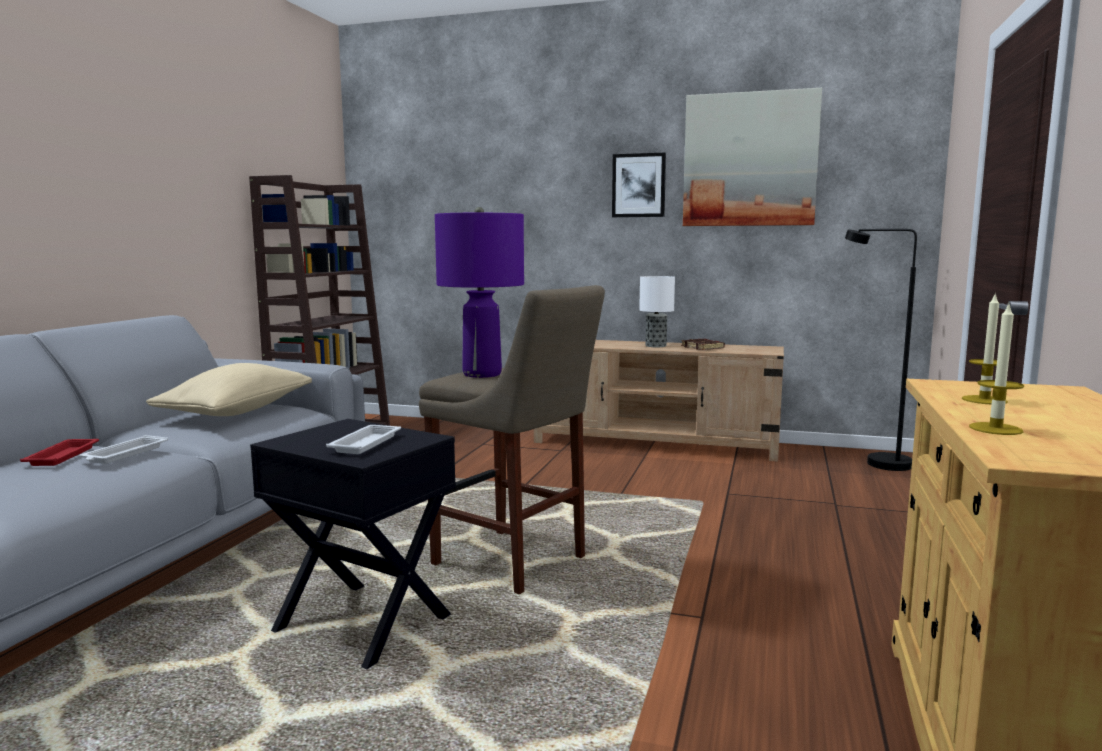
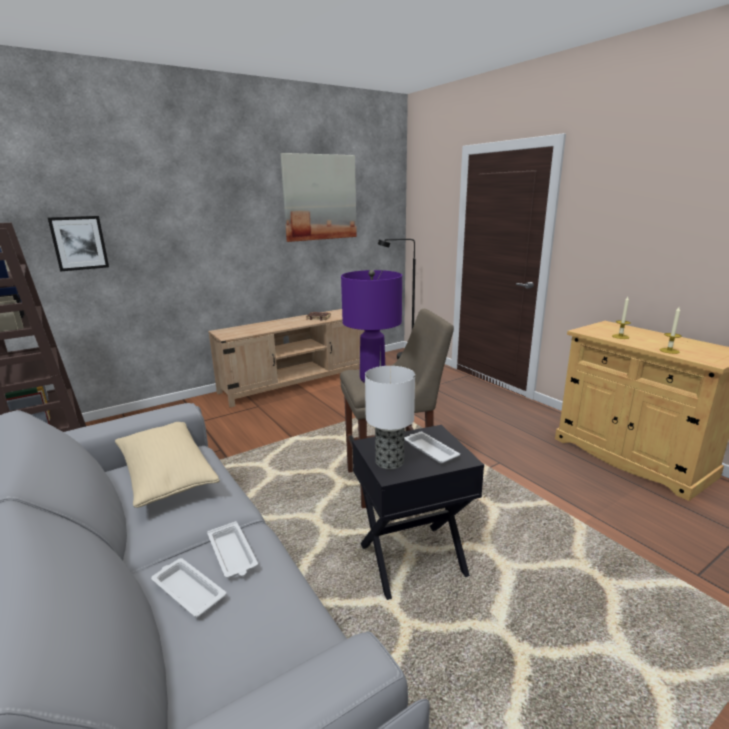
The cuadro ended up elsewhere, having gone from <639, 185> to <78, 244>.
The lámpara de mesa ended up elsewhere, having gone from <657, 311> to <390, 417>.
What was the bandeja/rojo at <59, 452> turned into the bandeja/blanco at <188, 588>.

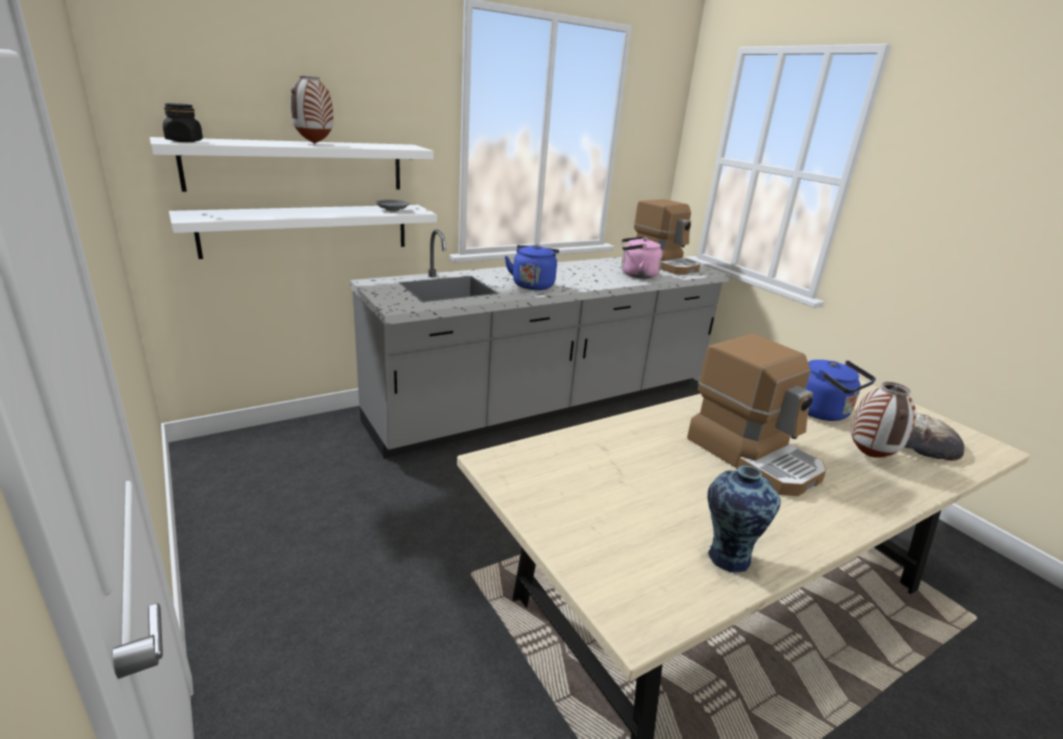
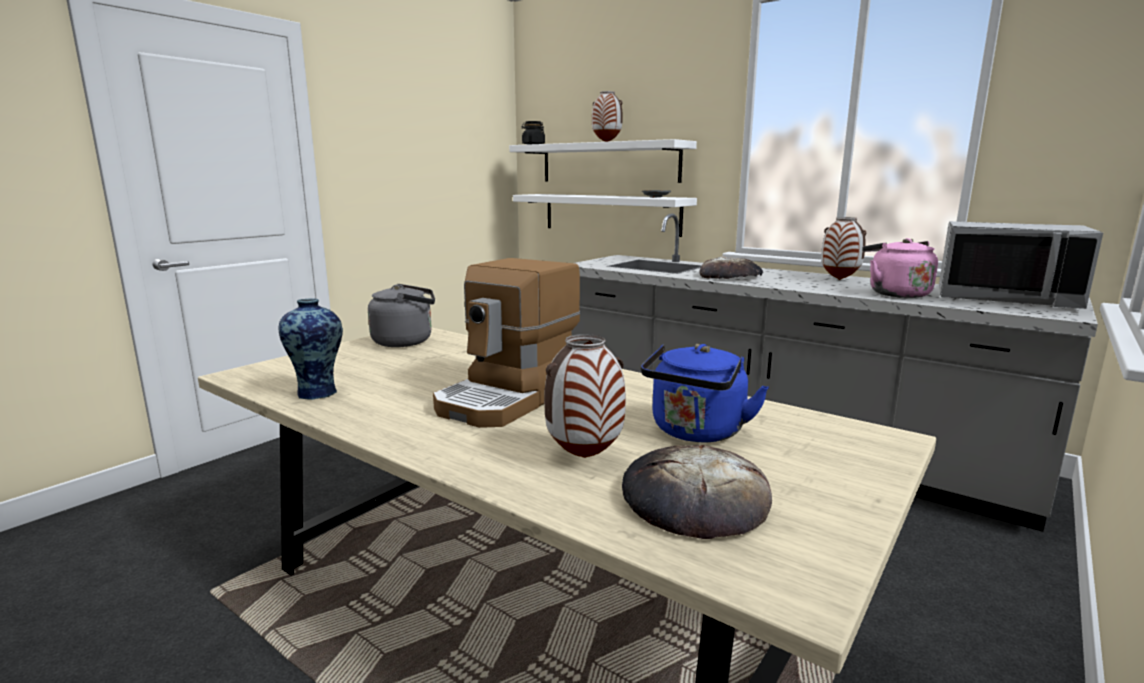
Where the cafetera stood at <667, 237>, the microondas/gris came to stand at <1021, 265>.
Where the hervidor/azul stood at <532, 267>, the pan came to stand at <731, 267>.
The second view gained the florero at <844, 248>.
The second view gained the hervidor/gris at <401, 315>.

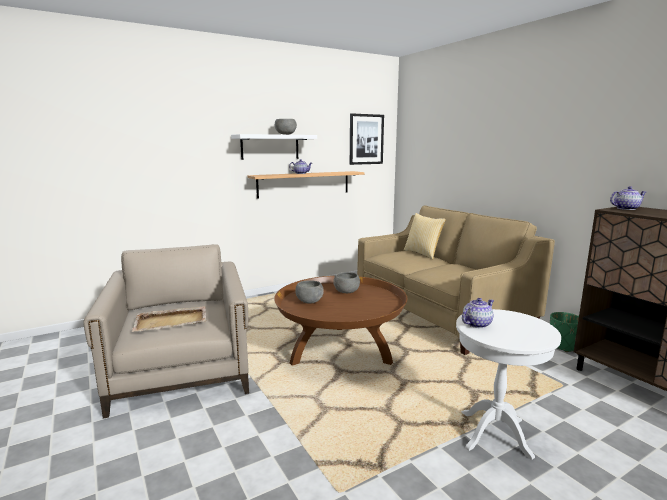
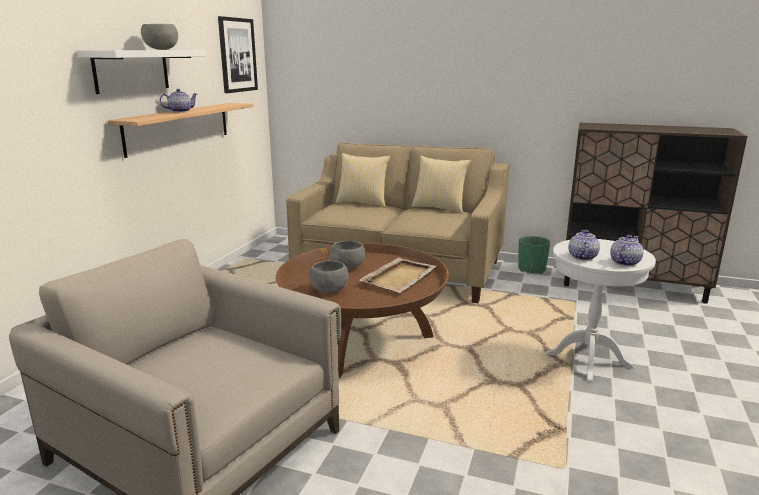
The tetera ended up elsewhere, having gone from <628, 198> to <626, 250>.
The bandeja/beis ended up elsewhere, having gone from <168, 319> to <398, 275>.
The second view gained the cojín at <441, 185>.

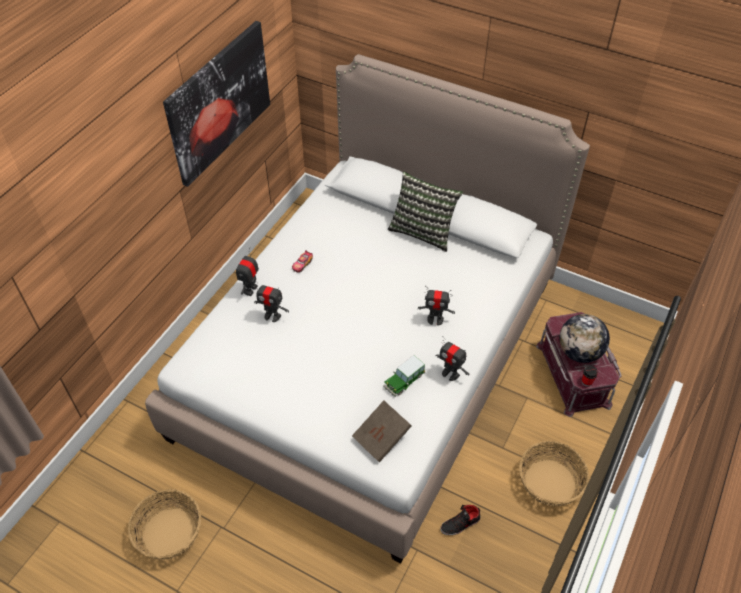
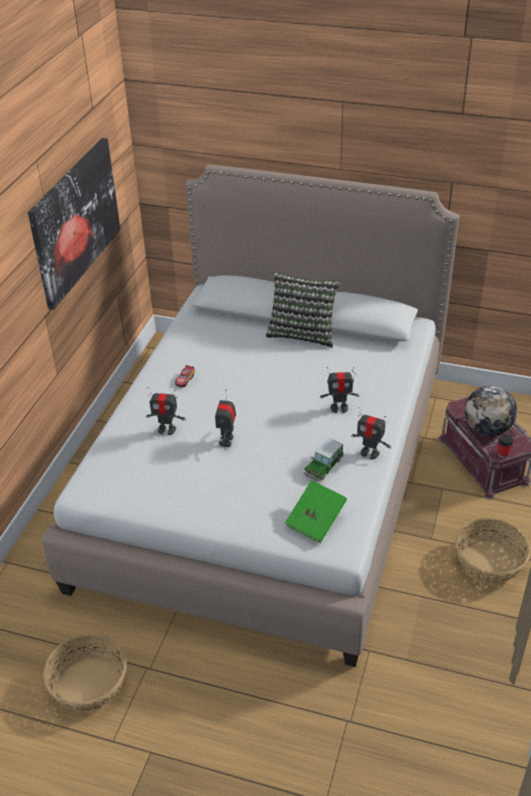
The robot de juguete ended up elsewhere, having gone from <247, 275> to <225, 418>.
What was the libro/marrón at <382, 431> turned into the libro/verde at <316, 511>.
The second view lost the zapato/negro at <460, 520>.

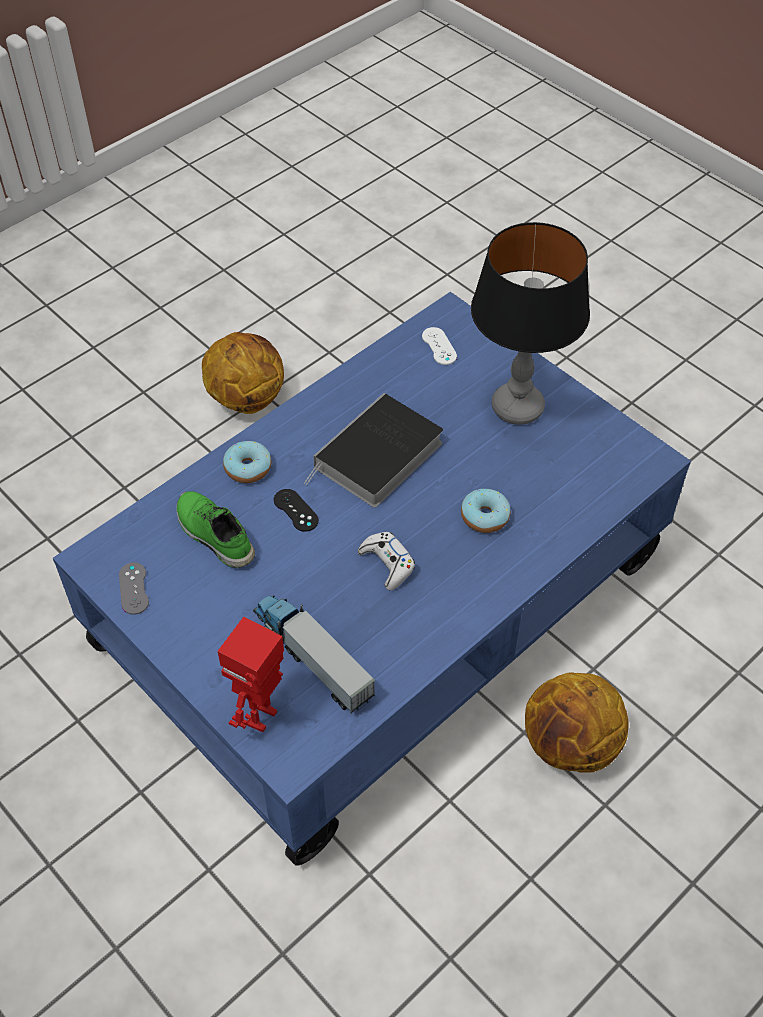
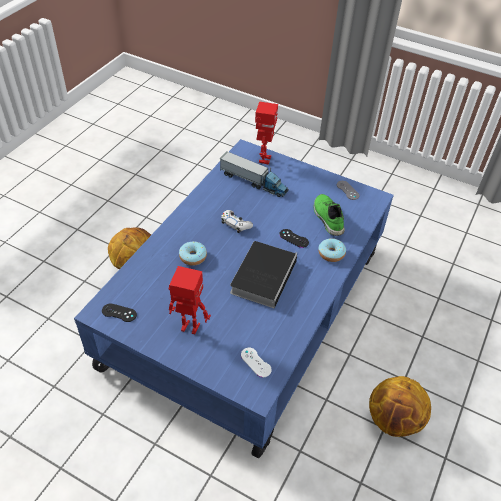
Where the lámpara de mesa stood at <530, 323>, the robot de juguete came to stand at <190, 300>.
The zapato/verde at <215, 529> ended up facing another way, 135 degrees counterclockwise from before.
The second view gained the mando de consola/negro at <119, 312>.

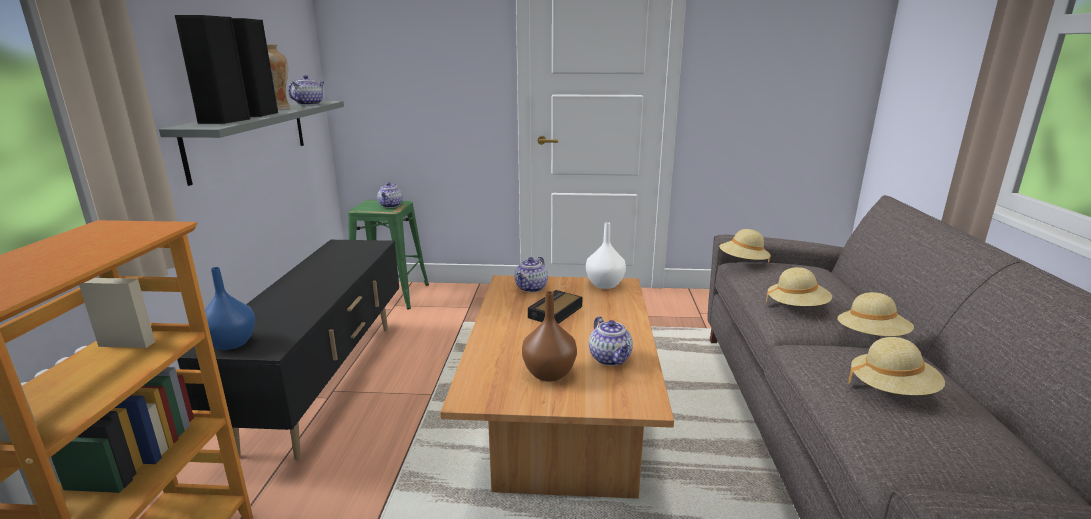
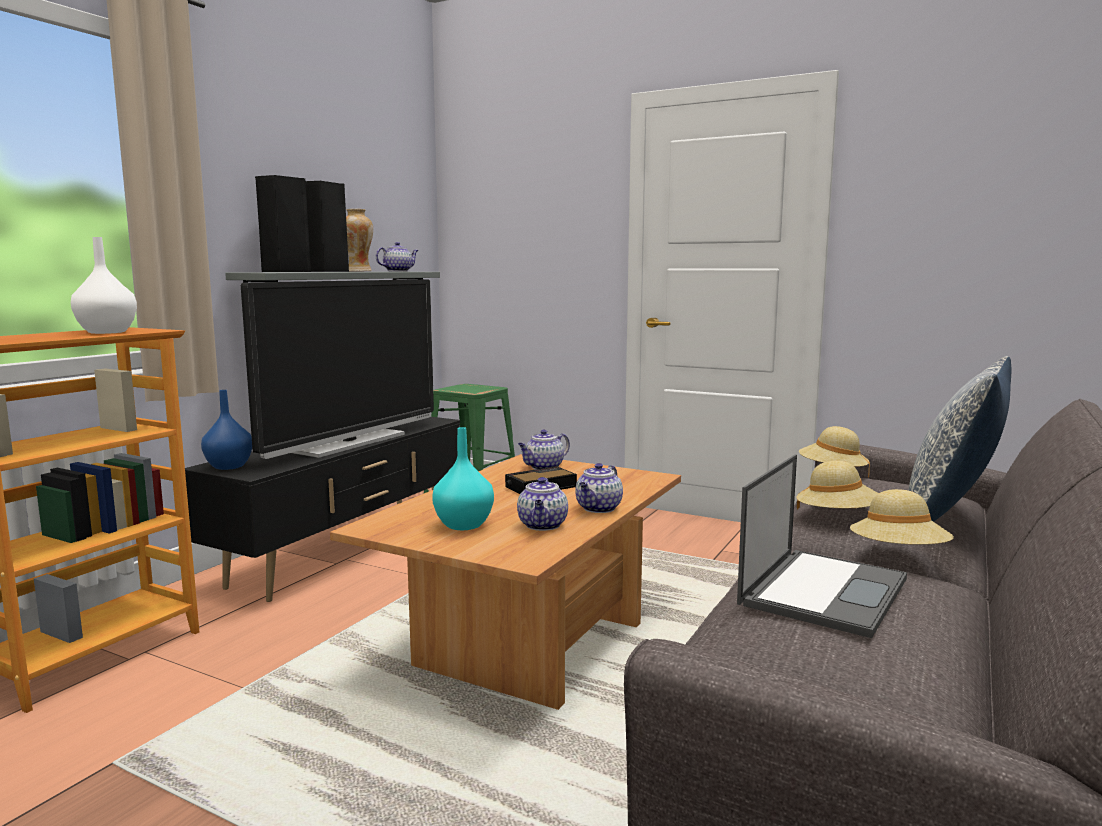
The tetera ended up elsewhere, having gone from <390, 195> to <599, 488>.
The florero/blanco ended up elsewhere, having gone from <606, 255> to <104, 285>.
What was the florero/marrón at <549, 336> turned into the florero/turquesa at <463, 478>.
Where the sombrero/beis stood at <896, 366>, the portátil came to stand at <822, 546>.
The second view gained the televisor at <337, 369>.
The second view gained the cojín at <960, 439>.

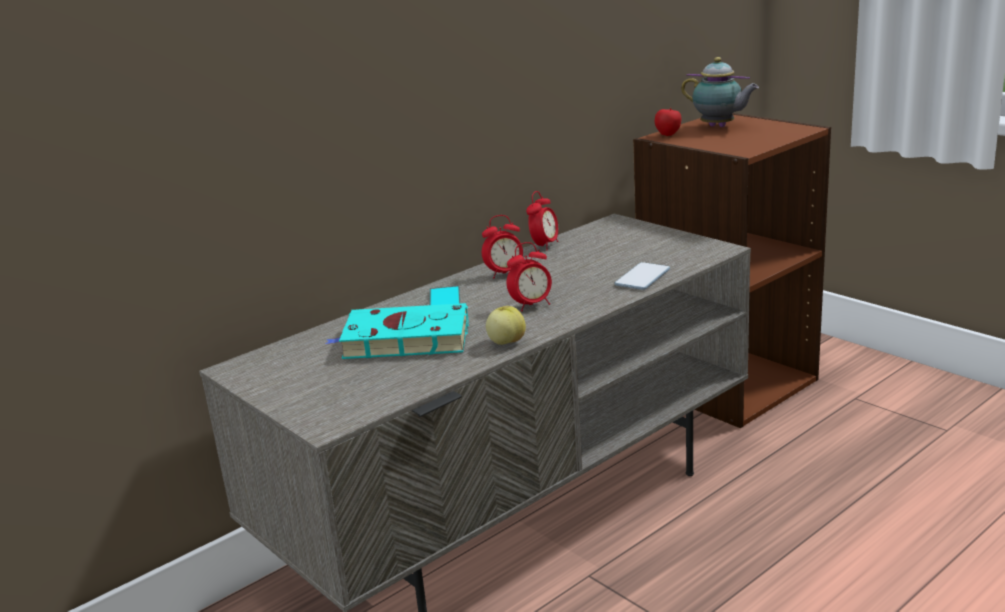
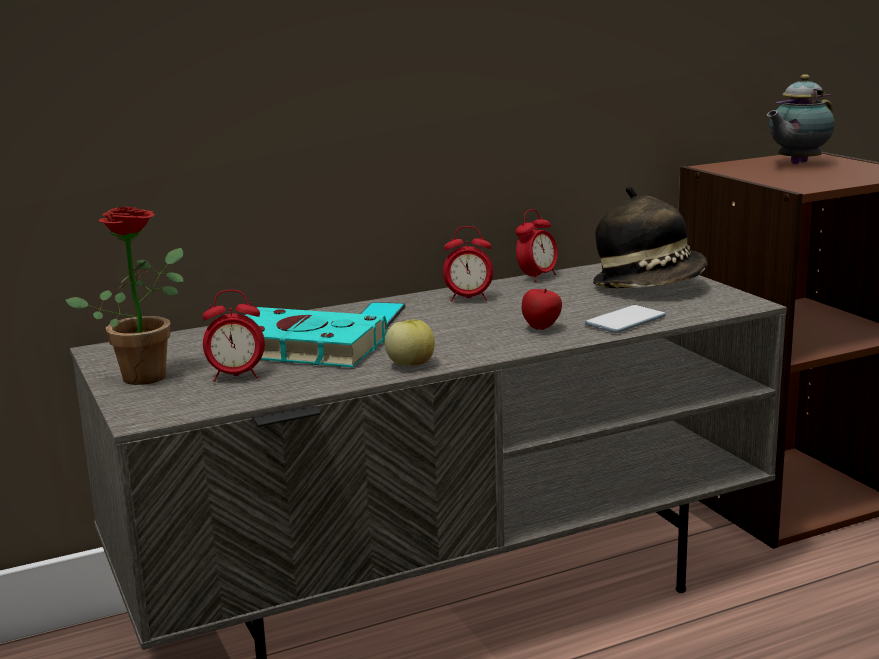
The tetera at <720, 92> ended up facing another way, 90 degrees clockwise from before.
The manzana ended up elsewhere, having gone from <668, 122> to <542, 309>.
The despertador ended up elsewhere, having gone from <529, 276> to <233, 336>.
The second view gained the sombrero at <650, 237>.
The second view gained the planta en maceta at <124, 296>.

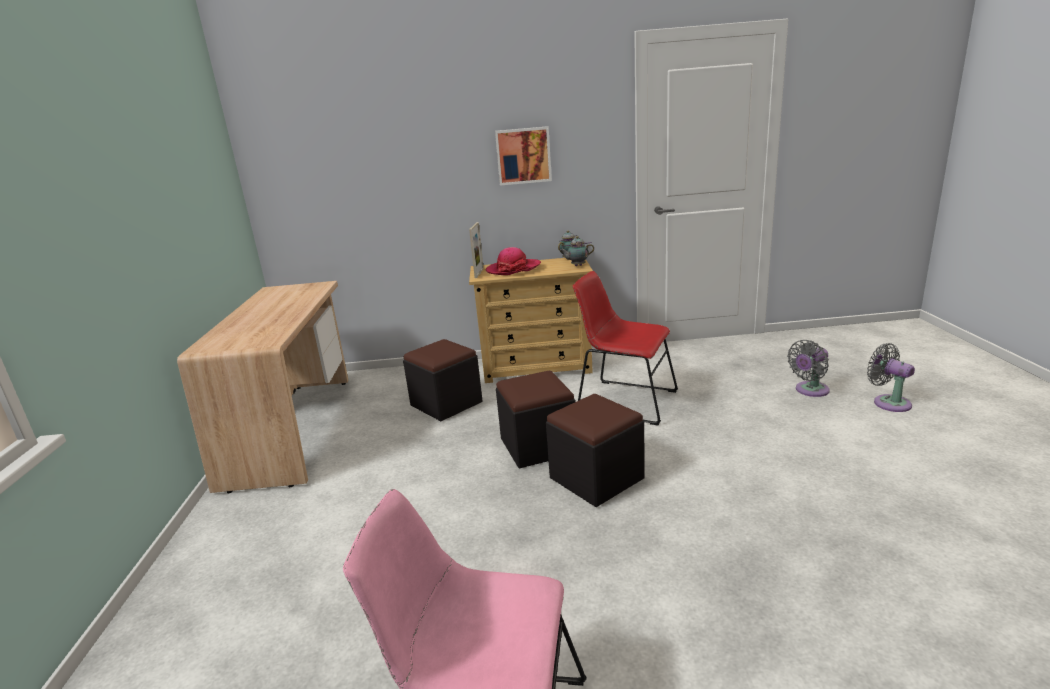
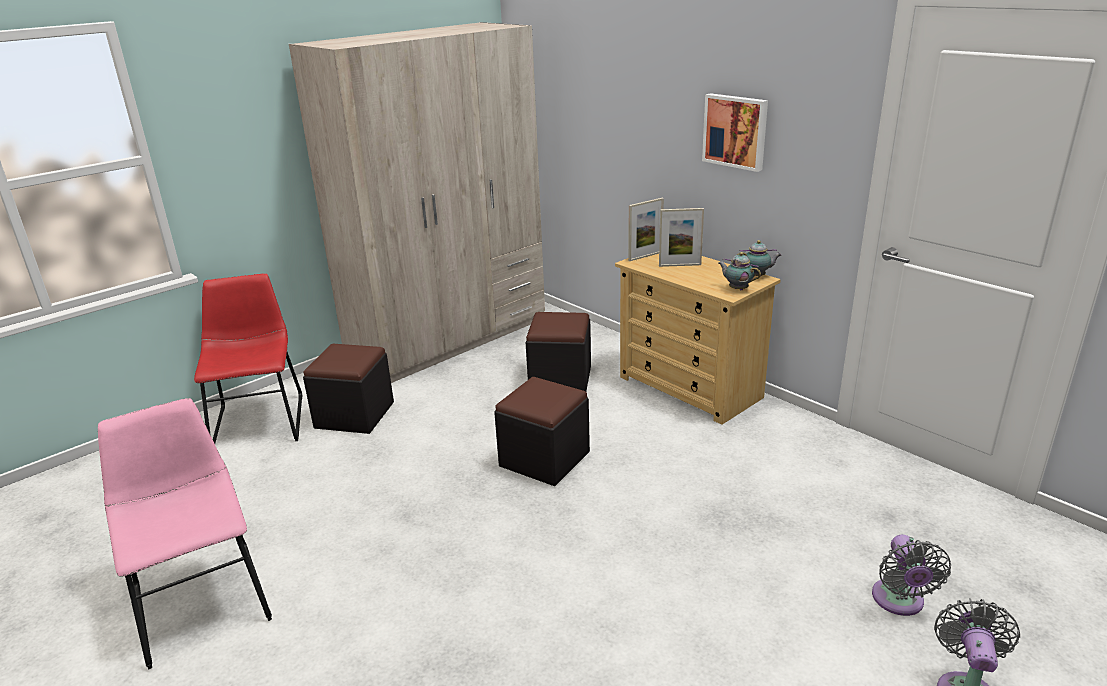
Where the sombrero stood at <513, 261>, the portarretratos came to stand at <681, 237>.
The silla/rojo ended up elsewhere, having gone from <625, 348> to <248, 358>.
Where the escritorio/beis stood at <263, 387>, the armario ropero/beis came to stand at <417, 202>.
The ventilador/gris at <808, 368> ended up facing another way, 105 degrees counterclockwise from before.
The puf/negro ended up elsewhere, having gone from <595, 450> to <348, 389>.

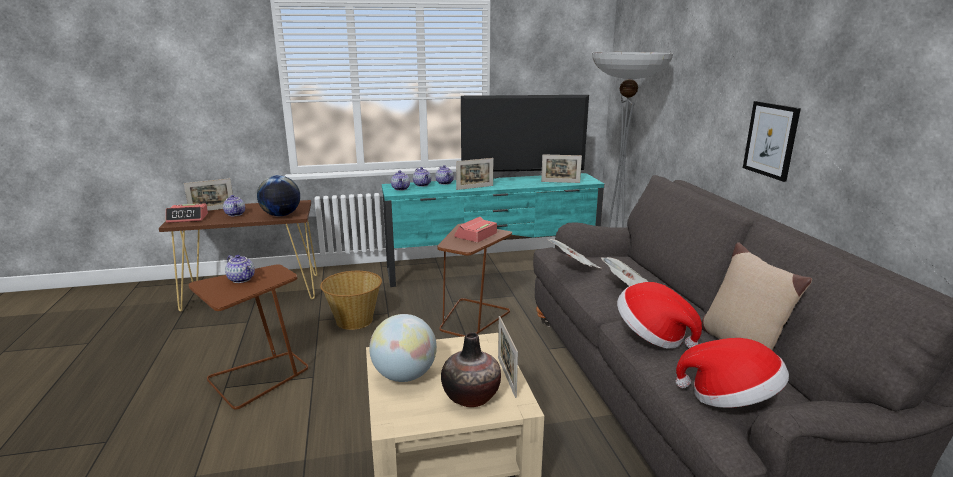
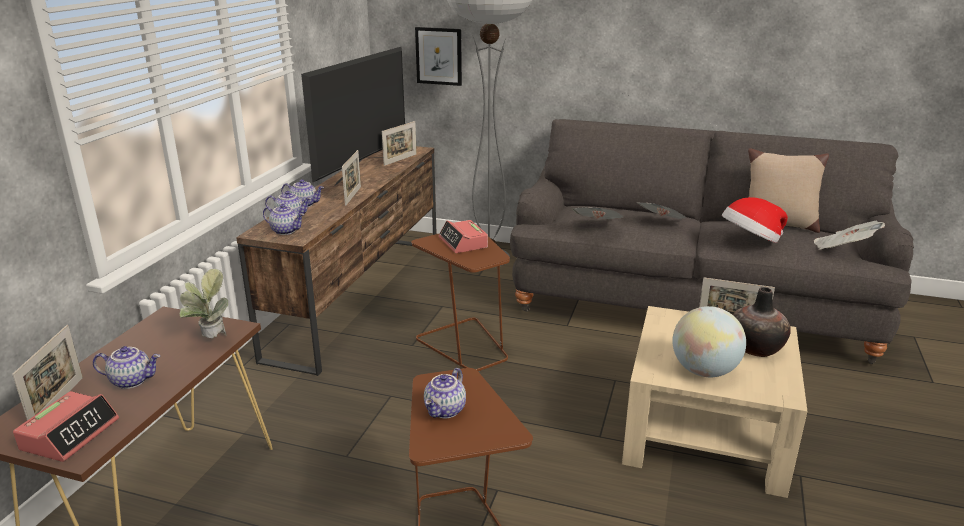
The cuadro ended up elsewhere, having gone from <772, 141> to <438, 56>.
What was the mueble de televisión/turquesa at <493, 230> turned into the mueble de televisión/marrón at <336, 261>.
Where the globo terráqueo stood at <278, 195>, the planta en maceta came to stand at <204, 303>.
The tetera at <240, 269> ended up facing another way, 135 degrees clockwise from before.
The second view lost the cesta at <351, 300>.
Where the sombrero stood at <732, 373>, the periódico came to stand at <849, 235>.

